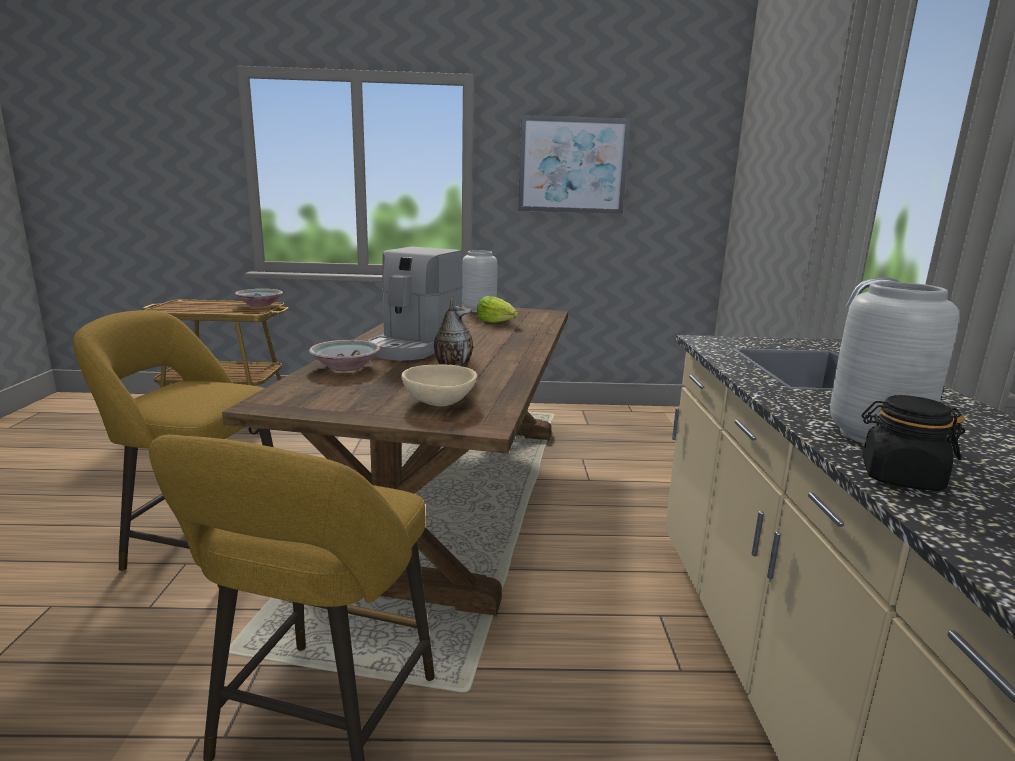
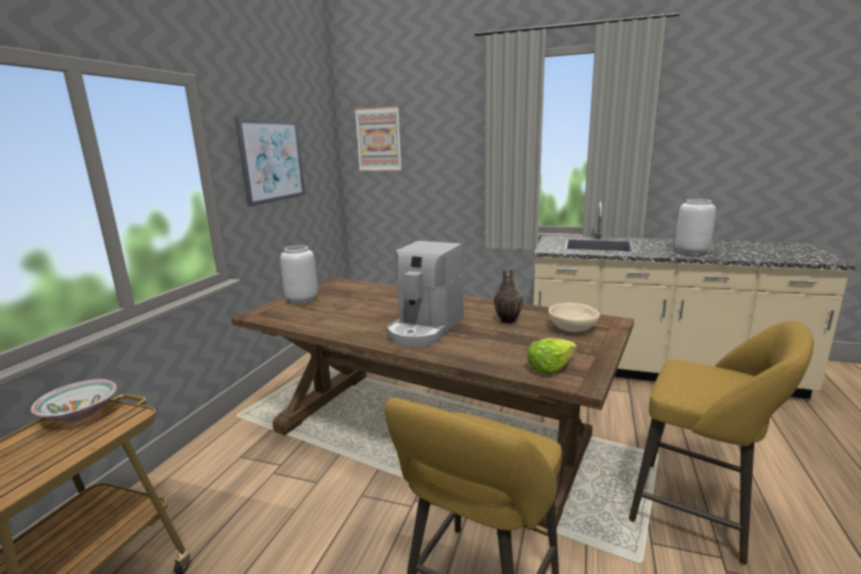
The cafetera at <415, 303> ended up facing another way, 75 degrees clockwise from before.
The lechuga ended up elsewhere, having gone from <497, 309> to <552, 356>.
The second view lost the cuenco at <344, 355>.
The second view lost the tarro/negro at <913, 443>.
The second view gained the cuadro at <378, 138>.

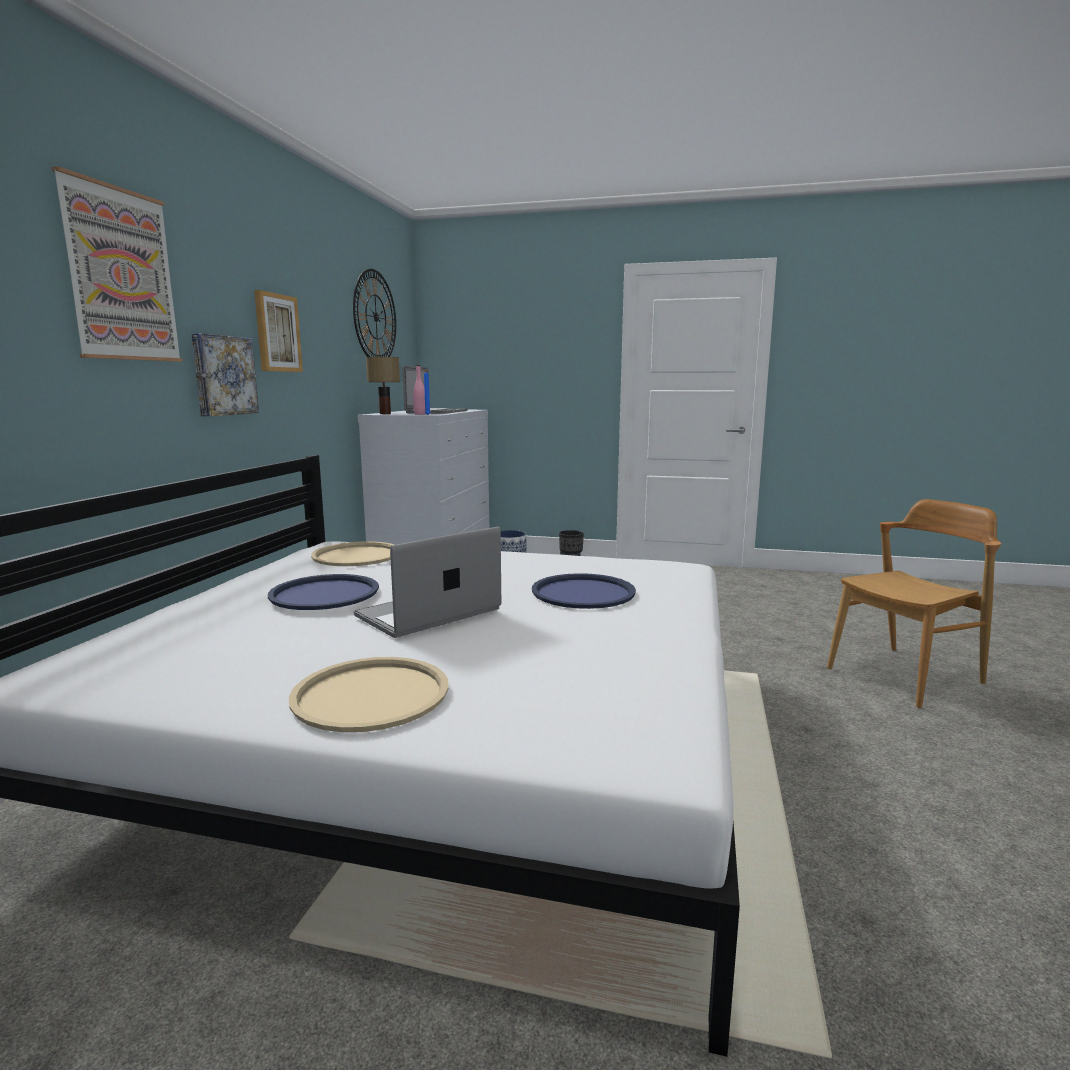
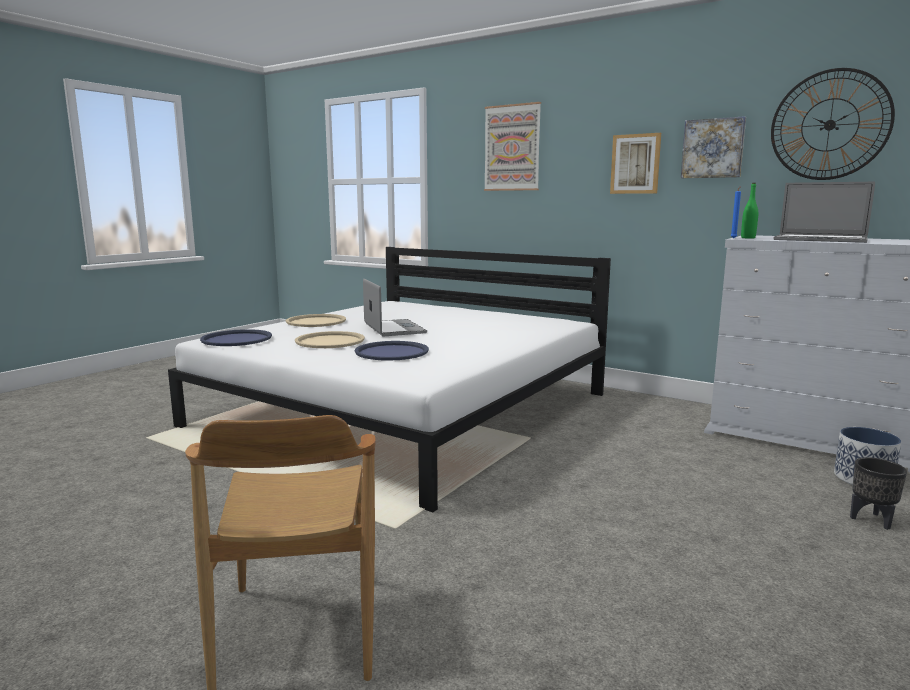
The cuadro ended up elsewhere, having gone from <225, 374> to <713, 147>.
The second view lost the lámpara de mesa at <383, 385>.
What was the botella/rosa at <419, 390> turned into the botella/verde at <749, 210>.
The bandeja/beis ended up elsewhere, having gone from <352, 553> to <330, 339>.
The bandeja/azul ended up elsewhere, having gone from <323, 592> to <236, 337>.

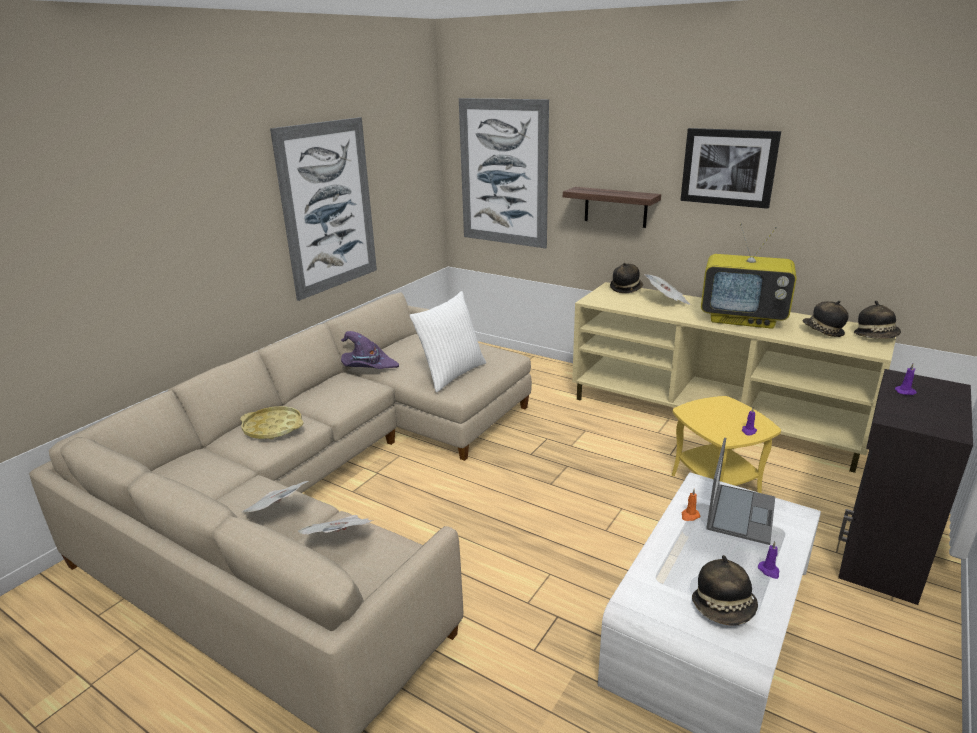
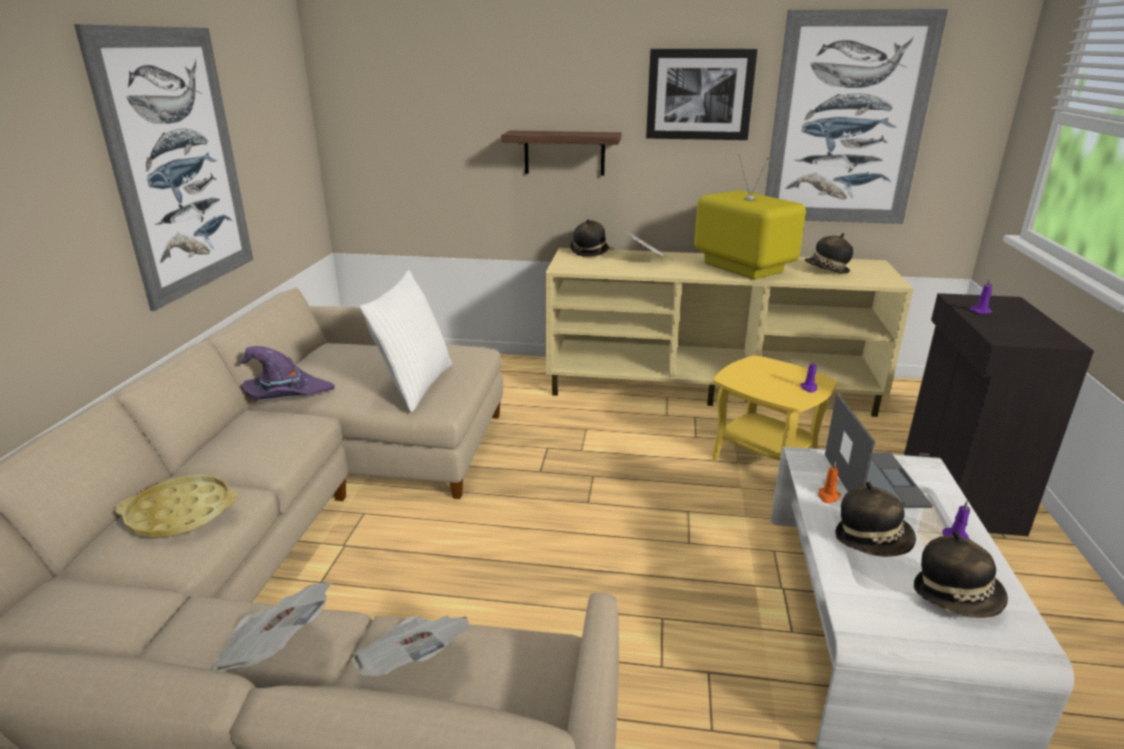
The cuadro ended up elsewhere, having gone from <504, 173> to <856, 116>.
The televisor at <749, 276> ended up facing another way, 120 degrees counterclockwise from before.
The sombrero ended up elsewhere, having gone from <877, 320> to <875, 519>.

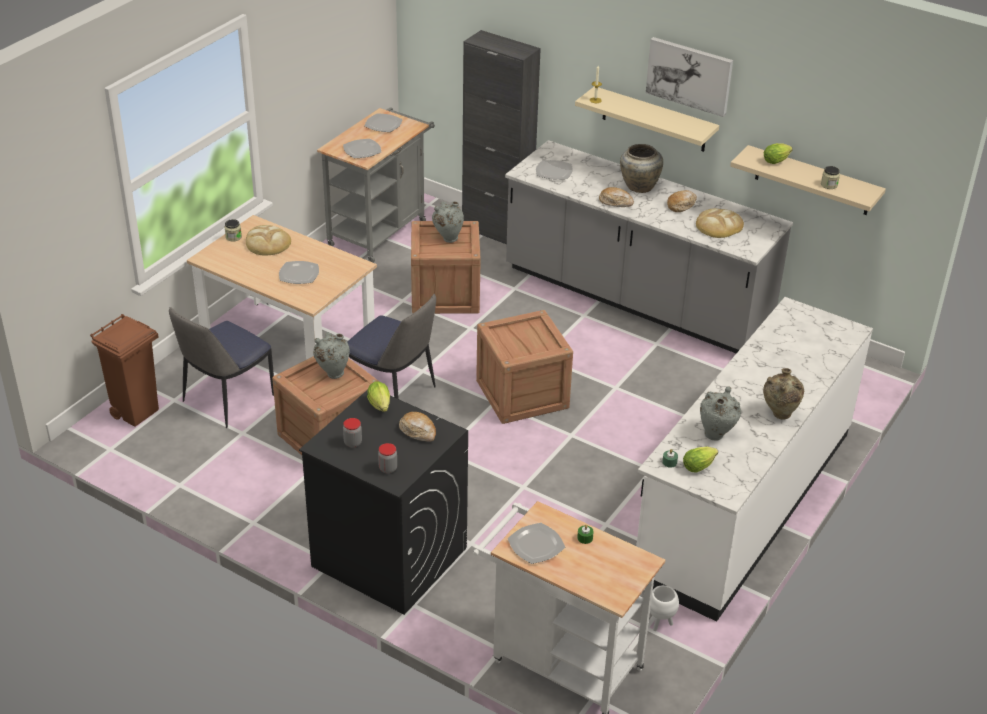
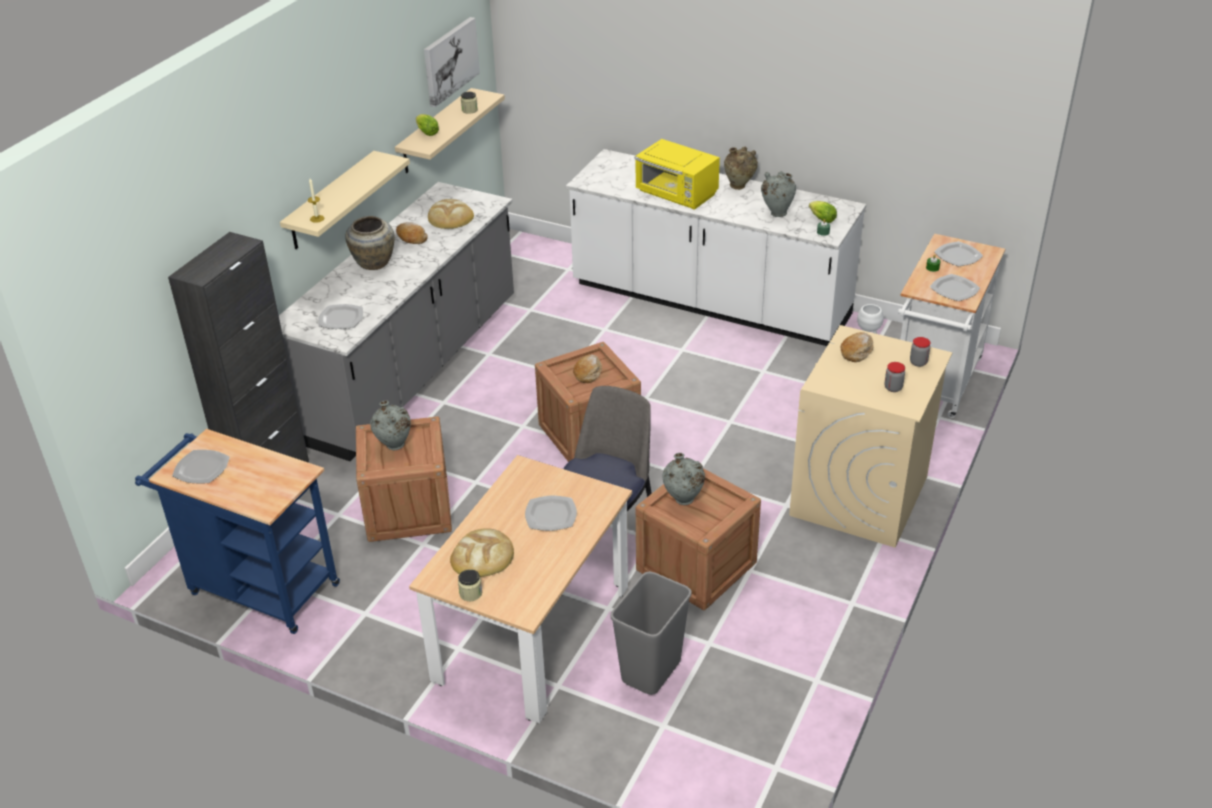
The cuadro ended up elsewhere, having gone from <689, 77> to <452, 62>.
What was the carrito/gris at <376, 184> turned into the carrito/azul at <237, 531>.
The plato ended up elsewhere, having gone from <362, 148> to <958, 254>.
The pan ended up elsewhere, having gone from <616, 197> to <587, 368>.
Where the silla stood at <221, 367>, the papelera/gris came to stand at <651, 633>.
The second view lost the papelera/marrón at <124, 370>.
The second view lost the lechuga at <378, 396>.
What was the lavadora/negro at <383, 503> turned into the lavadora/beis at <871, 436>.
The second view gained the microondas/amarillo at <677, 174>.

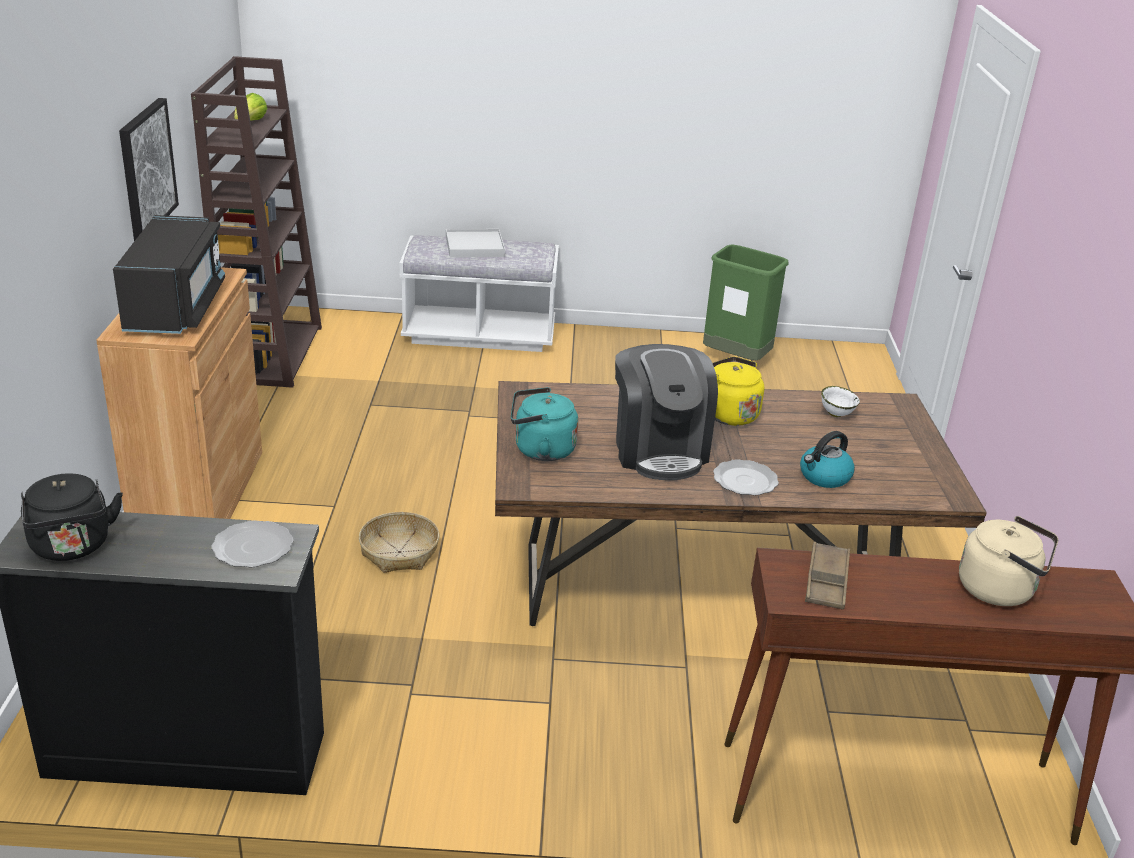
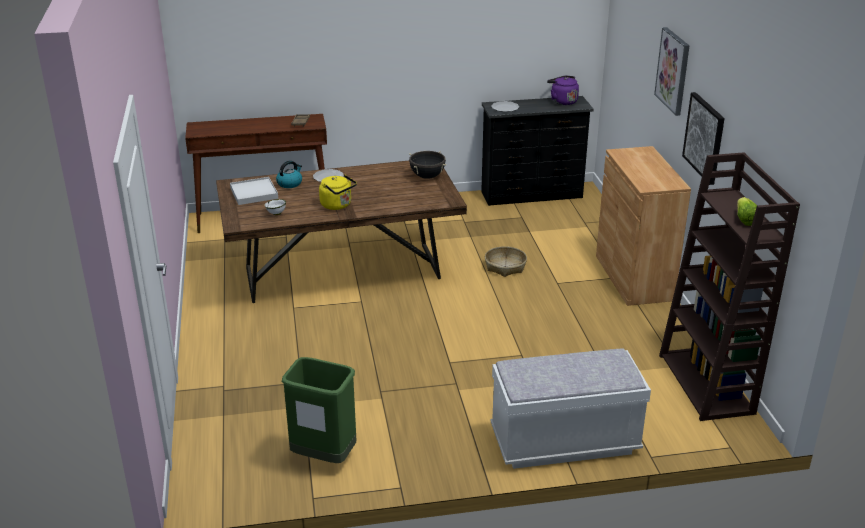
The second view lost the microondas/negro at <169, 274>.
The bandeja/blanco ended up elsewhere, having gone from <475, 243> to <254, 191>.
The second view lost the cafetera at <666, 412>.
Where the hervidor/turquesa stood at <544, 424>, the olla/negro came to stand at <427, 165>.
What was the hervidor/negro at <72, 517> turned into the hervidor/morado at <563, 90>.
The second view lost the hervidor/beis at <1008, 561>.
The second view gained the cuadro at <672, 71>.

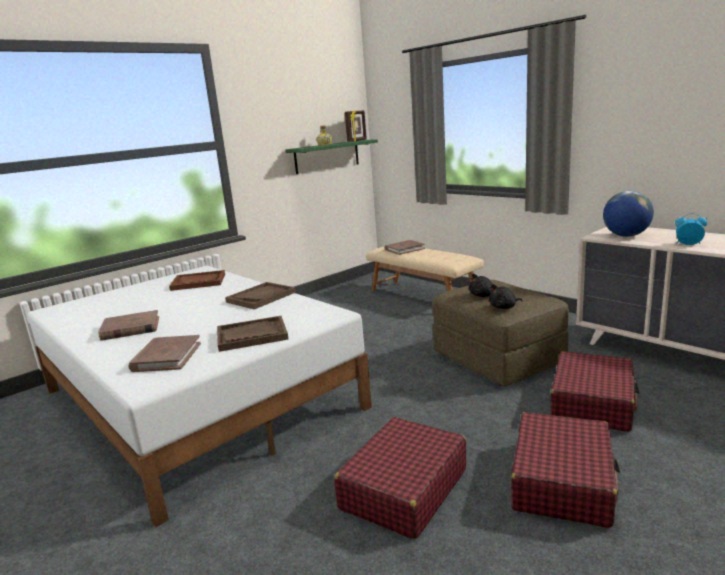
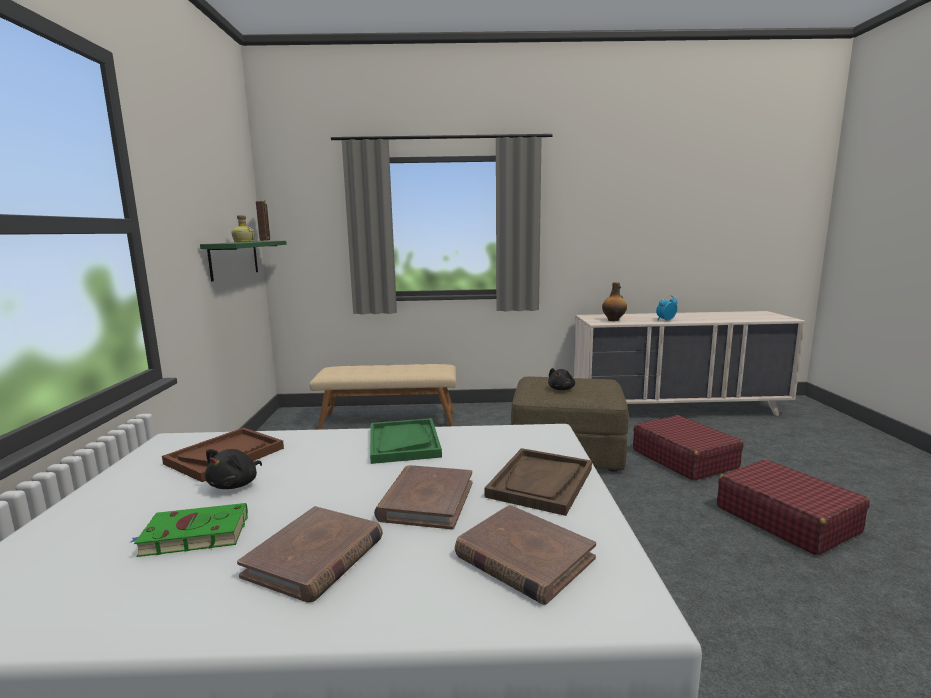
Where the globo terráqueo stood at <628, 214>, the botella came to stand at <614, 301>.
The libro/marrón ended up elsewhere, having gone from <405, 247> to <423, 497>.
What was the bandeja/marrón at <260, 296> turned into the bandeja/verde at <406, 441>.
The peluche/negro ended up elsewhere, having gone from <505, 296> to <233, 469>.
The second view lost the maleta/rojo at <400, 478>.
The second view gained the libro/verde at <189, 530>.

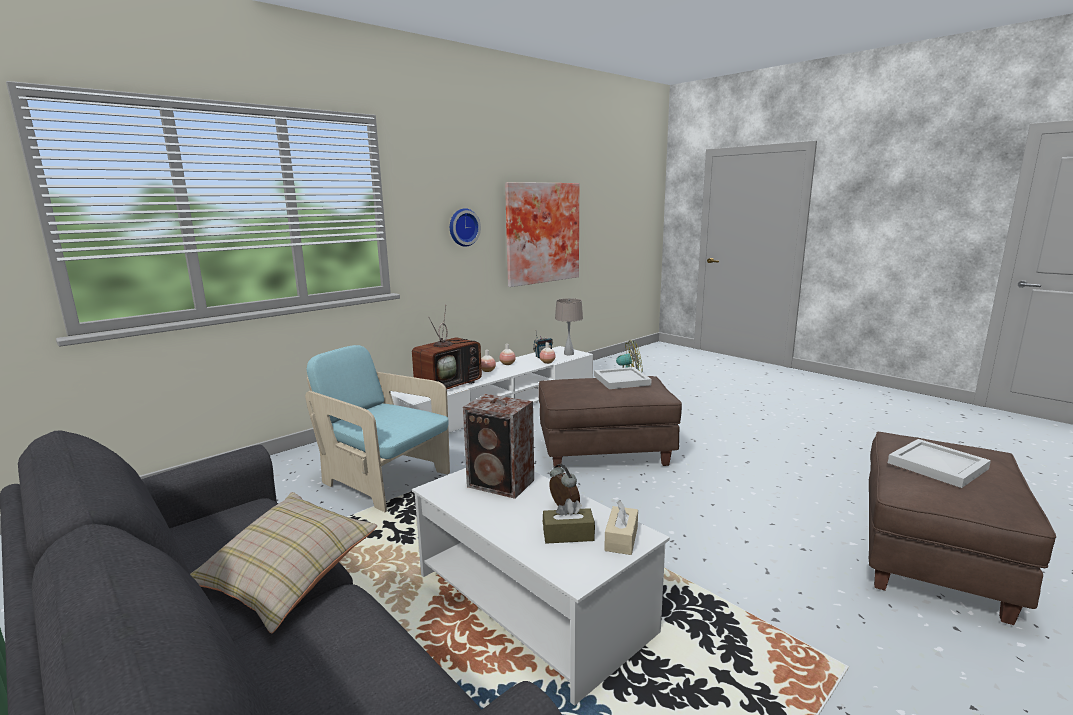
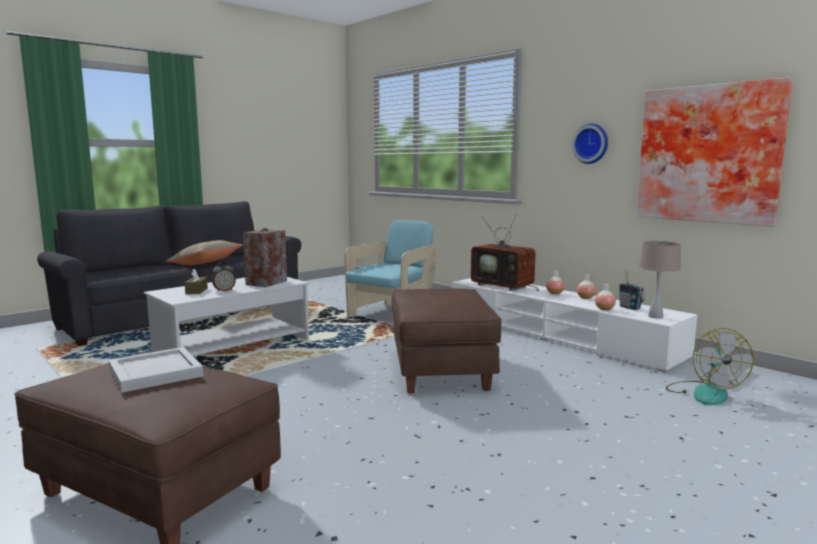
The second view lost the bandeja/blanco at <622, 378>.
The second view lost the caja de pañuelos/beis at <621, 527>.

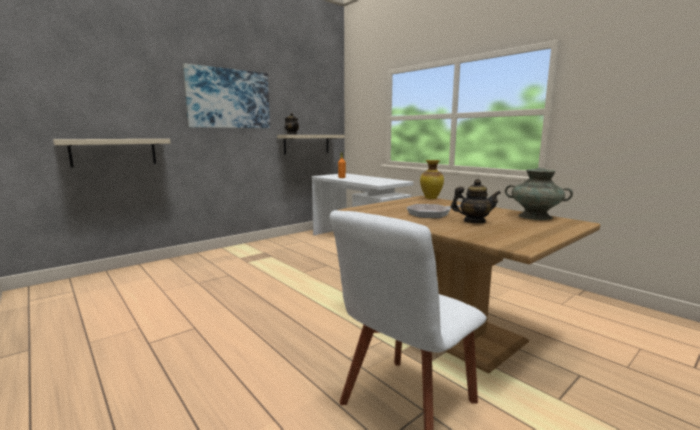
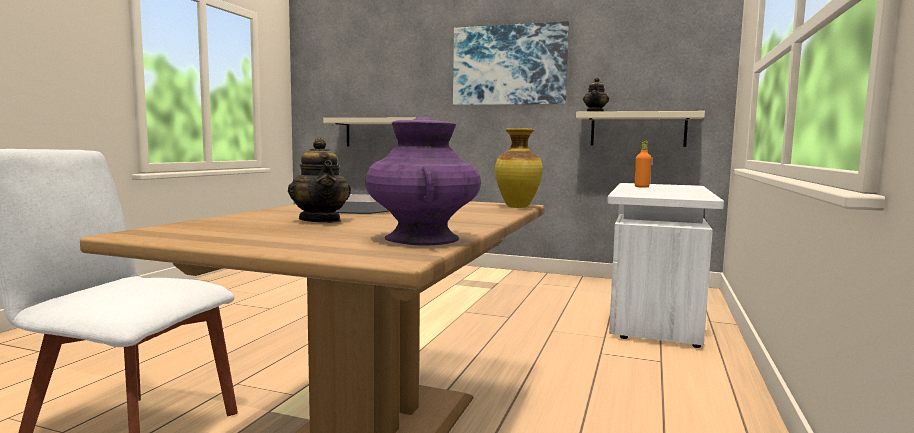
What was the florero/turquesa at <539, 194> turned into the florero/morado at <423, 181>.

